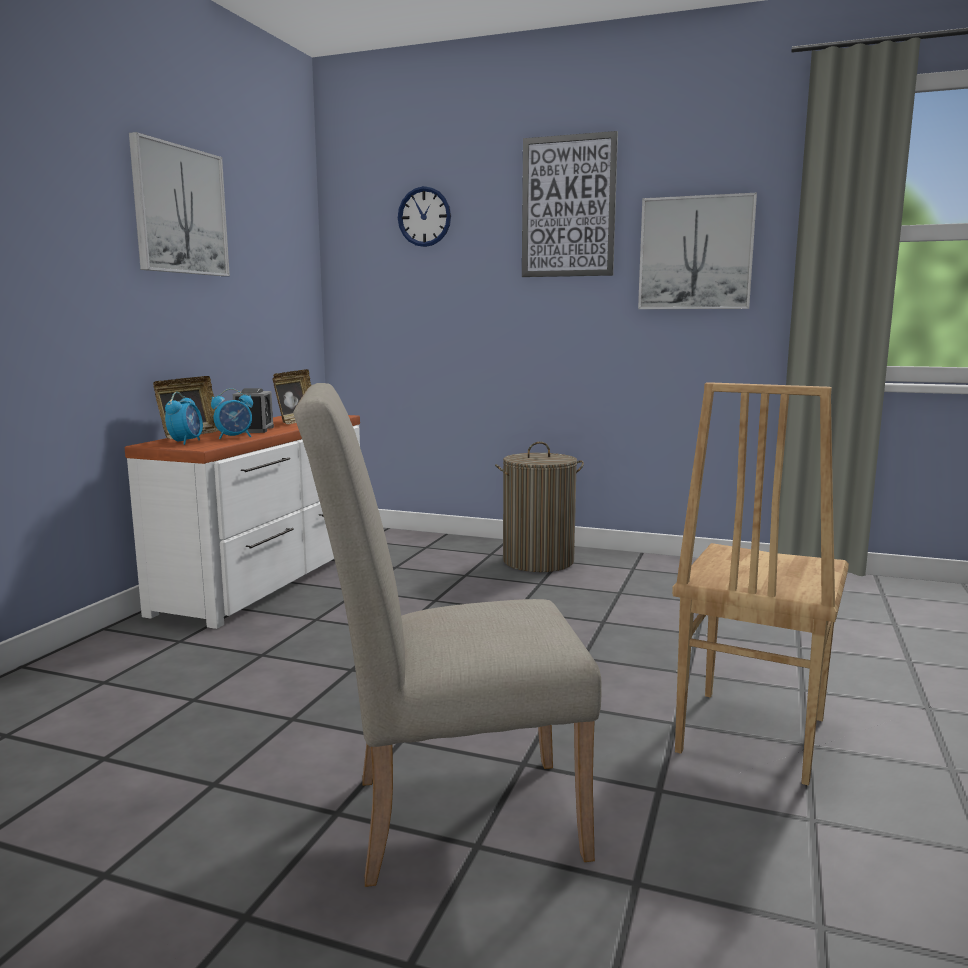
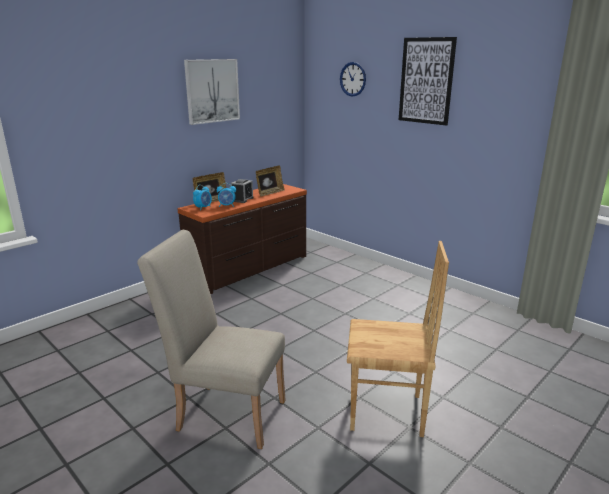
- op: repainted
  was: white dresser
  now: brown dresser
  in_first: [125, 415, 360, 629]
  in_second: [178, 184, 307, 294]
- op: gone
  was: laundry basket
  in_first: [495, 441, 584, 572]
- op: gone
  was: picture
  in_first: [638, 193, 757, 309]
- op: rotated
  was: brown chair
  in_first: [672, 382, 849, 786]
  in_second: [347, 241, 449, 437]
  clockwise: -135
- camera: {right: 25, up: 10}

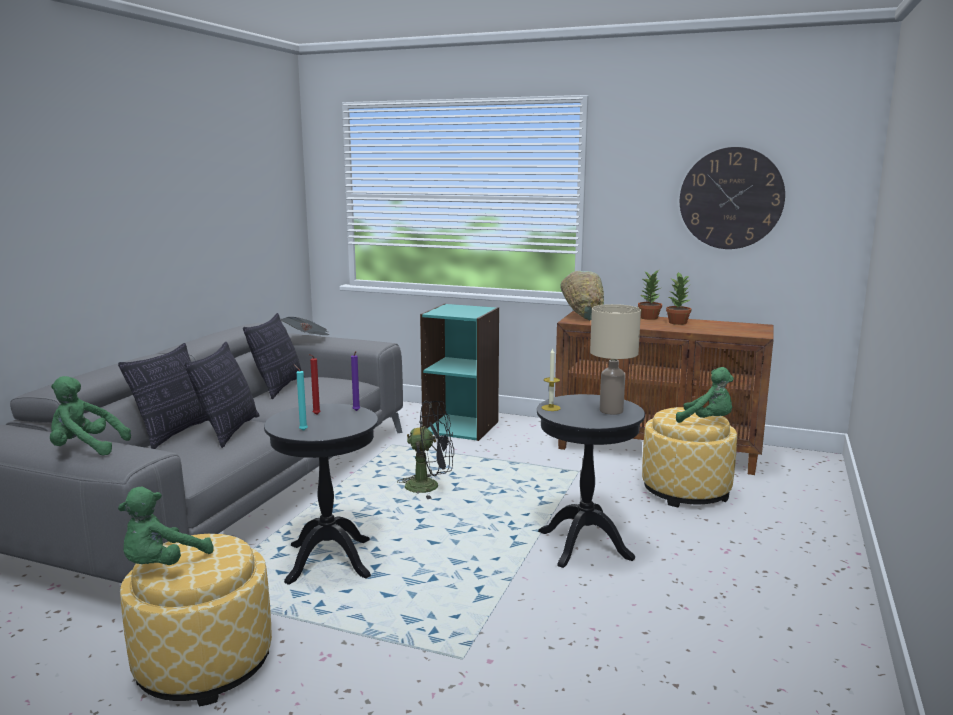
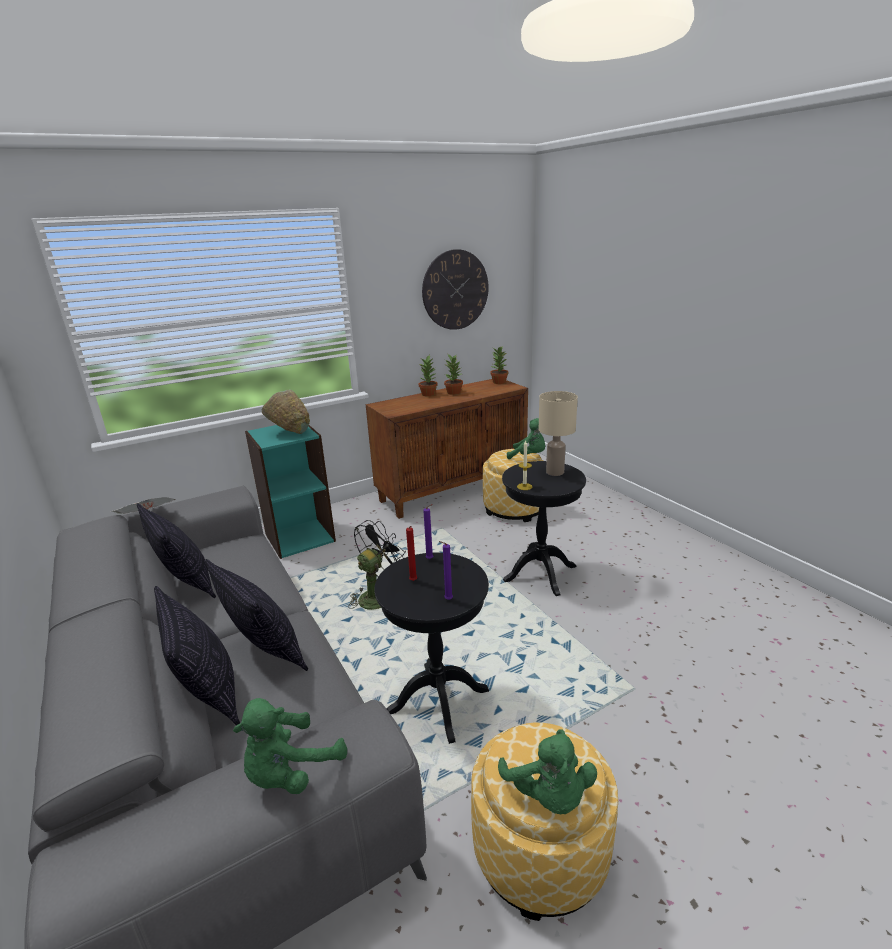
- op: repainted
  was: turquoise candle
  now: purple candle
  in_first: [294, 364, 308, 431]
  in_second: [439, 541, 453, 600]
- op: shifted
  was: green bowl
  in_first: [560, 271, 604, 321]
  in_second: [262, 389, 310, 434]
- op: rotated
  was: green plush toy
  in_first: [676, 367, 734, 423]
  in_second: [507, 418, 545, 459]
  clockwise: 45
- op: new
  now: potted plant
  in_second: [490, 347, 508, 384]
- camera: {right: -50, up: 10}

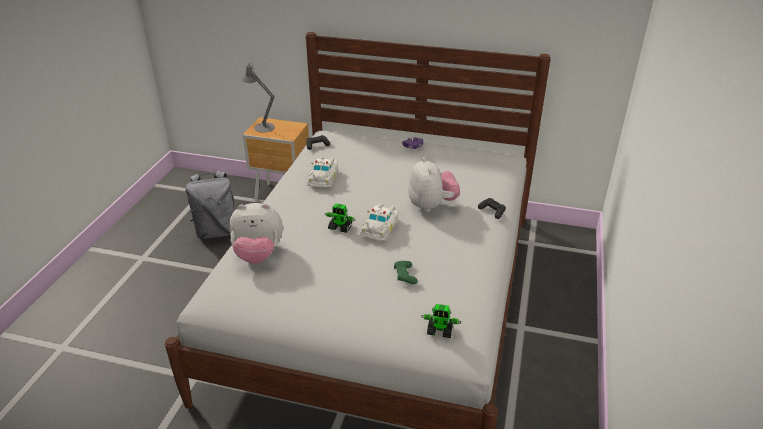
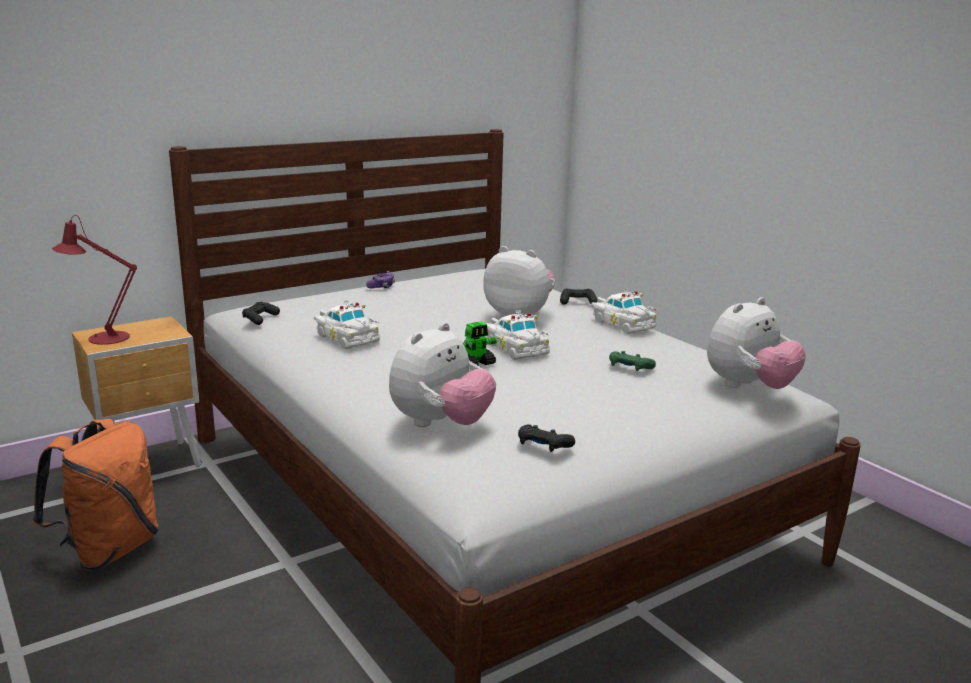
- op: repainted
  was: grey backpack
  now: orange backpack
  in_first: [186, 171, 234, 239]
  in_second: [32, 419, 159, 571]
- op: repainted
  was: grey table lamp
  now: red table lamp
  in_first: [241, 62, 275, 132]
  in_second: [52, 215, 137, 345]
- op: swapped
  was: toy robot
  now: plush toy
  in_first: [421, 304, 461, 338]
  in_second: [707, 297, 806, 389]
- op: new
  now: black game controller
  in_second: [518, 424, 575, 452]
- op: new
  now: white toy car
  in_second: [591, 289, 658, 334]
- camera: {right: -50, up: -15}

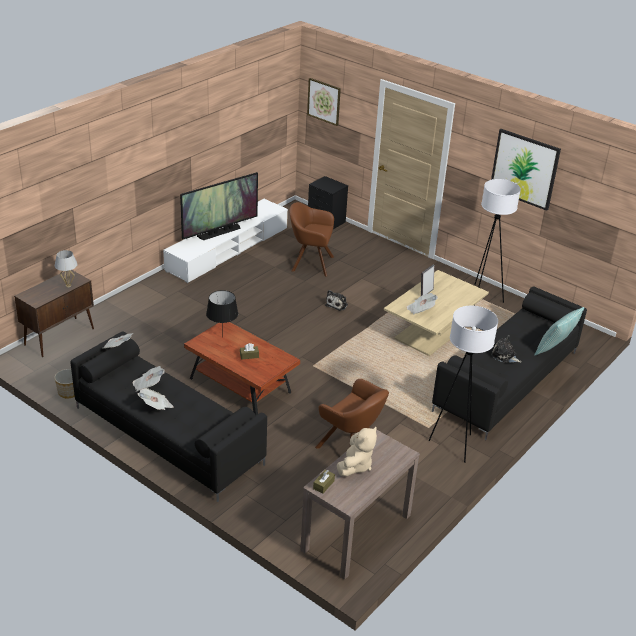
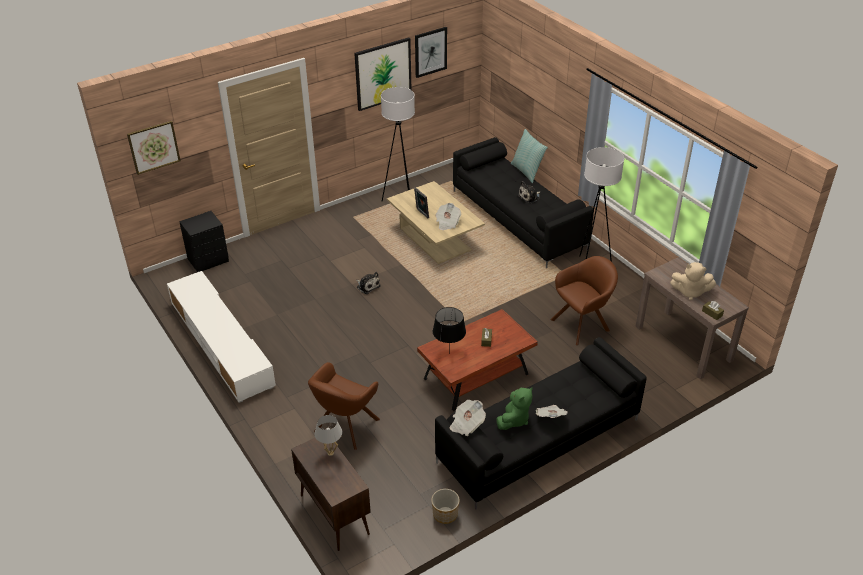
- op: swapped
  was: newspaper
  now: green plush toy
  in_first: [132, 366, 165, 392]
  in_second: [496, 387, 533, 430]
- op: gone
  was: television
  in_first: [180, 172, 258, 240]
- op: shifted
  was: brown armchair
  in_first: [289, 202, 334, 276]
  in_second: [308, 362, 380, 450]
- op: rotated
  was: beige plush toy
  in_first: [337, 427, 377, 476]
  in_second: [670, 262, 716, 300]
  clockwise: 150
- op: new
  now: picture
  in_second: [415, 27, 447, 78]
- camera: {right: -70, up: 5}

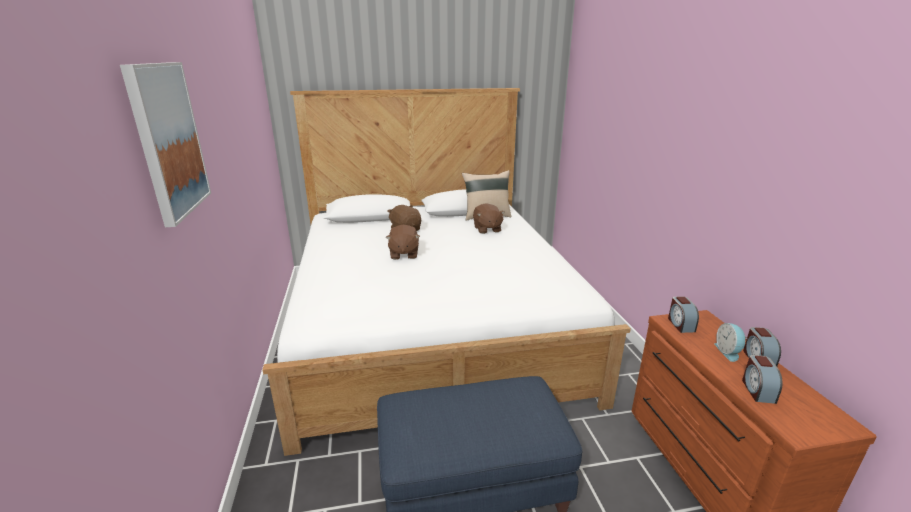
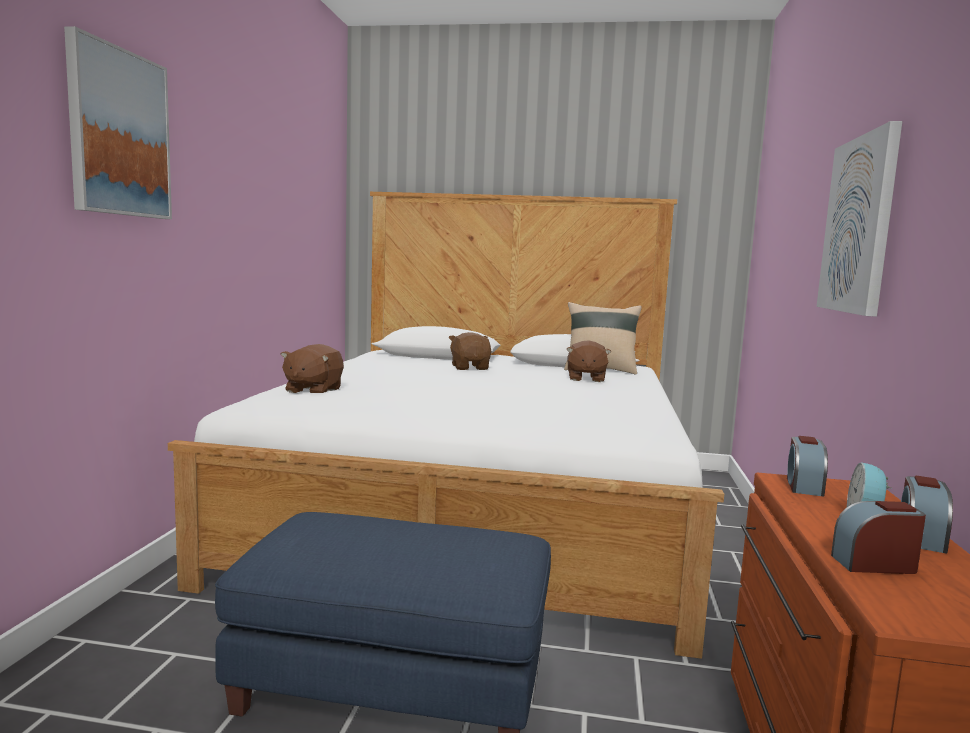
- op: shifted
  was: brown plush toy
  in_first: [386, 225, 420, 260]
  in_second: [281, 344, 344, 393]
- op: rotated
  was: alarm clock
  in_first: [742, 355, 783, 404]
  in_second: [831, 501, 926, 574]
  clockwise: 60
- op: new
  now: picture
  in_second: [816, 121, 902, 317]
- camera: {right: 20, up: -15}

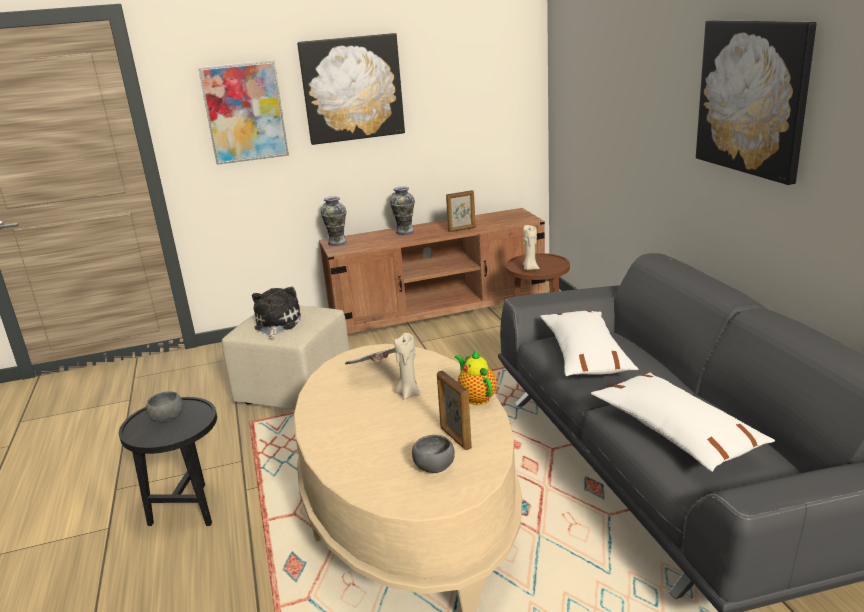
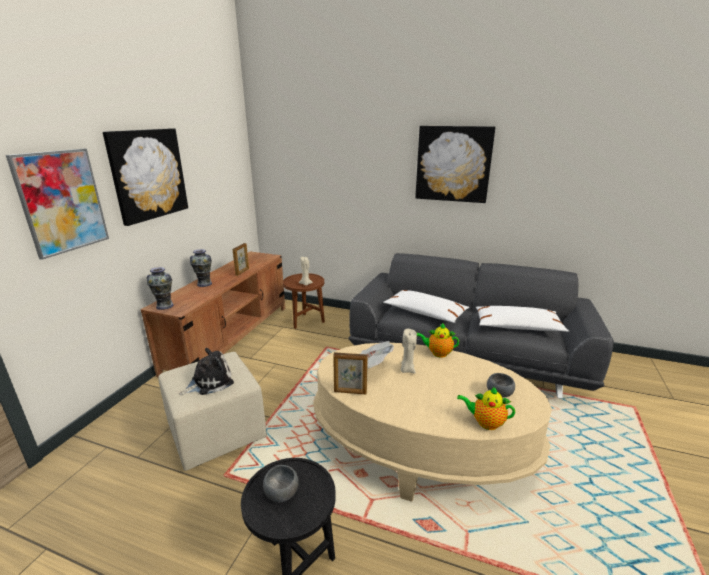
- op: rotated
  was: plush toy
  in_first: [252, 287, 301, 338]
  in_second: [179, 348, 234, 395]
  clockwise: 105
- op: shifted
  was: picture frame
  in_first: [437, 371, 472, 450]
  in_second: [333, 352, 368, 394]
- op: new
  now: teapot
  in_second: [457, 386, 515, 430]
- camera: {right: -55, up: 0}

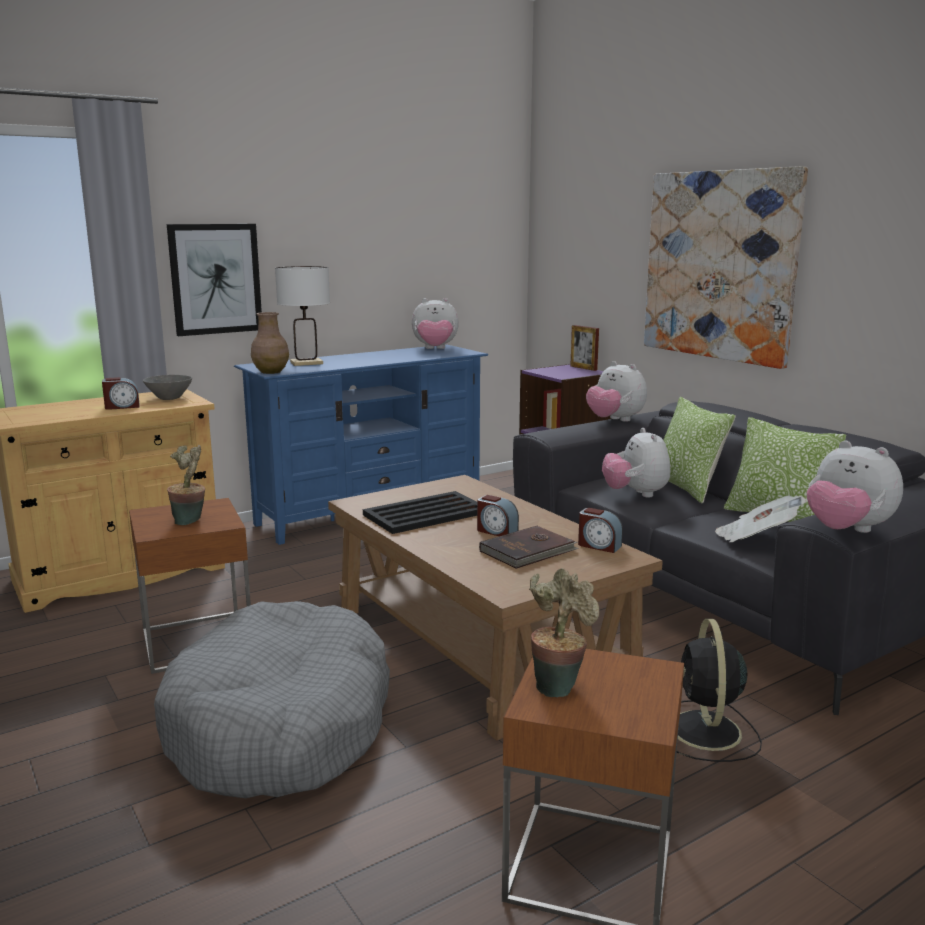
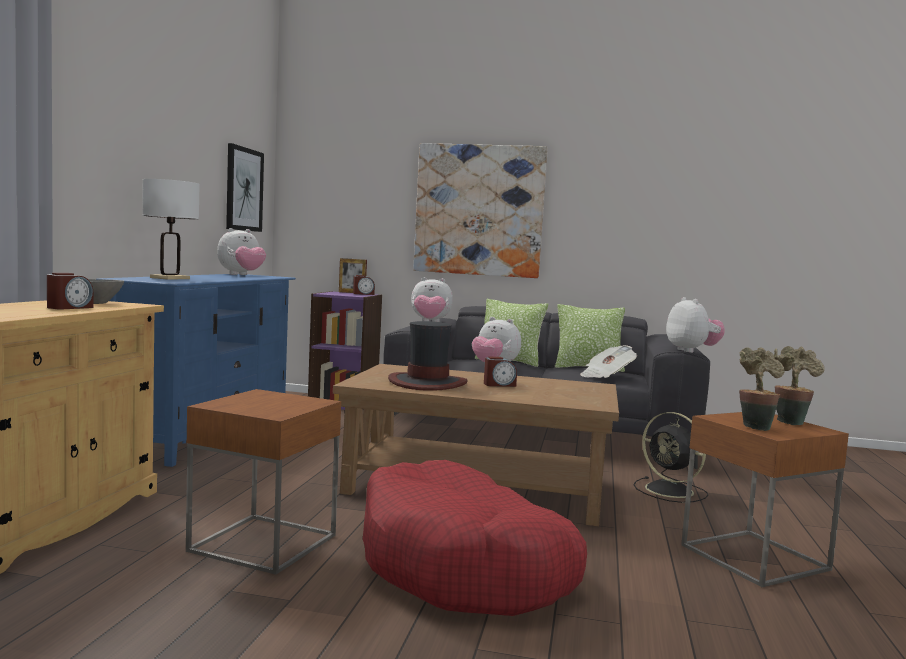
- op: repainted
  was: grey dog bed
  now: red dog bed
  in_first: [154, 601, 390, 798]
  in_second: [363, 460, 587, 616]
- op: shifted
  was: picture
  in_first: [167, 224, 262, 336]
  in_second: [226, 143, 264, 232]
- op: shifted
  was: potted plant
  in_first: [167, 445, 205, 525]
  in_second: [774, 346, 825, 425]
- op: gone
  was: brown vase
  in_first: [251, 312, 289, 374]
- op: swapped
  was: black tray
  now: hat
  in_first: [363, 491, 477, 534]
  in_second: [388, 321, 468, 391]
- op: gone
  was: brown book
  in_first: [479, 526, 579, 569]
- op: shifted
  was: alarm clock
  in_first: [578, 508, 623, 553]
  in_second: [353, 275, 375, 295]
- op: rotated
  was: plush toy
  in_first: [807, 440, 903, 533]
  in_second: [666, 297, 725, 353]
  clockwise: -105
- camera: {right: -45, up: -10}

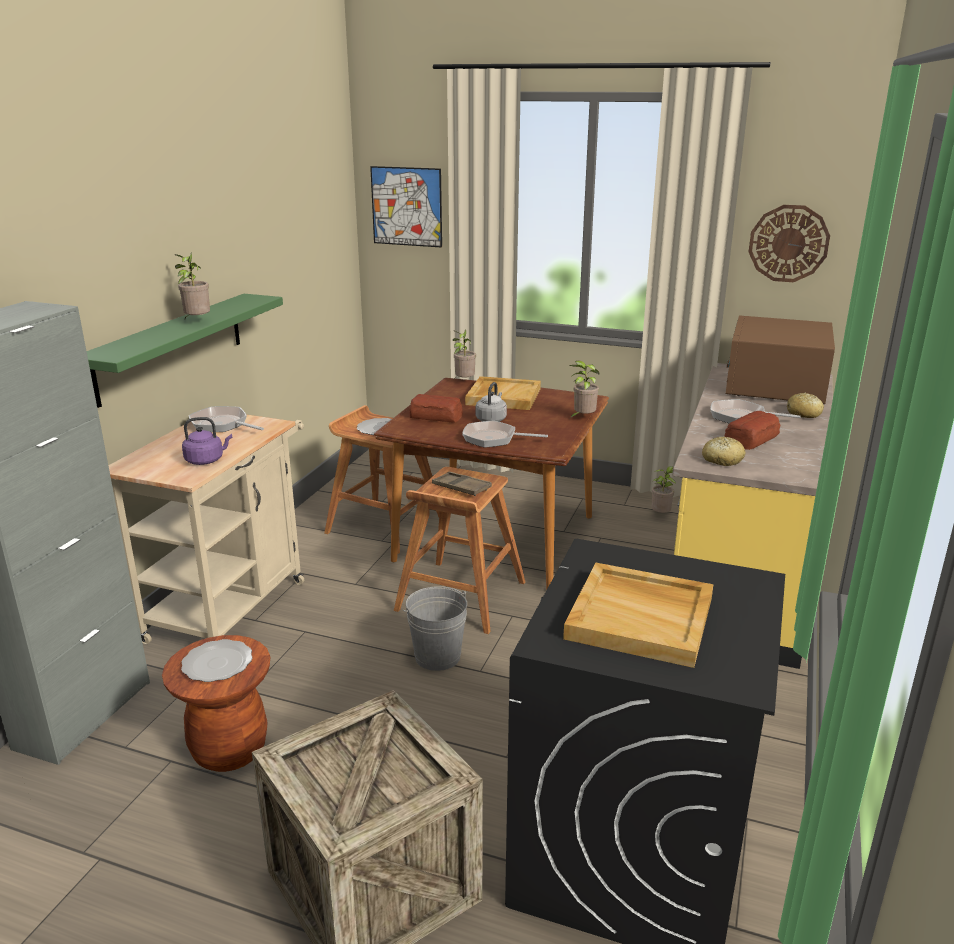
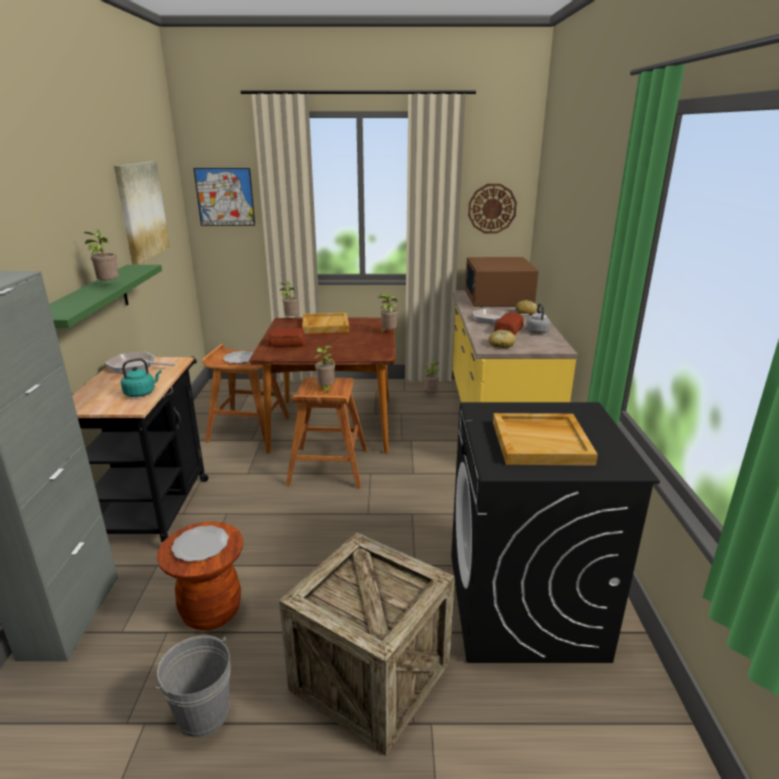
- op: repainted
  was: beige cart
  now: black cart
  in_first: [108, 415, 304, 644]
  in_second: [72, 357, 208, 543]
- op: repainted
  was: purple kettle
  now: turquoise kettle
  in_first: [182, 417, 232, 465]
  in_second: [121, 358, 162, 397]
- op: shifted
  was: grey bucket
  in_first: [403, 586, 467, 671]
  in_second: [155, 635, 231, 737]
- op: swapped
  was: brown tray
  now: potted plant
  in_first: [432, 472, 492, 496]
  in_second: [314, 345, 335, 392]
- op: gone
  was: frying pan
  in_first: [462, 420, 548, 448]
- op: shifted
  was: grey kettle
  in_first: [475, 382, 507, 422]
  in_second: [526, 303, 550, 334]
- op: new
  now: picture
  in_second: [114, 161, 170, 265]
- camera: {right: -20, up: 0}

